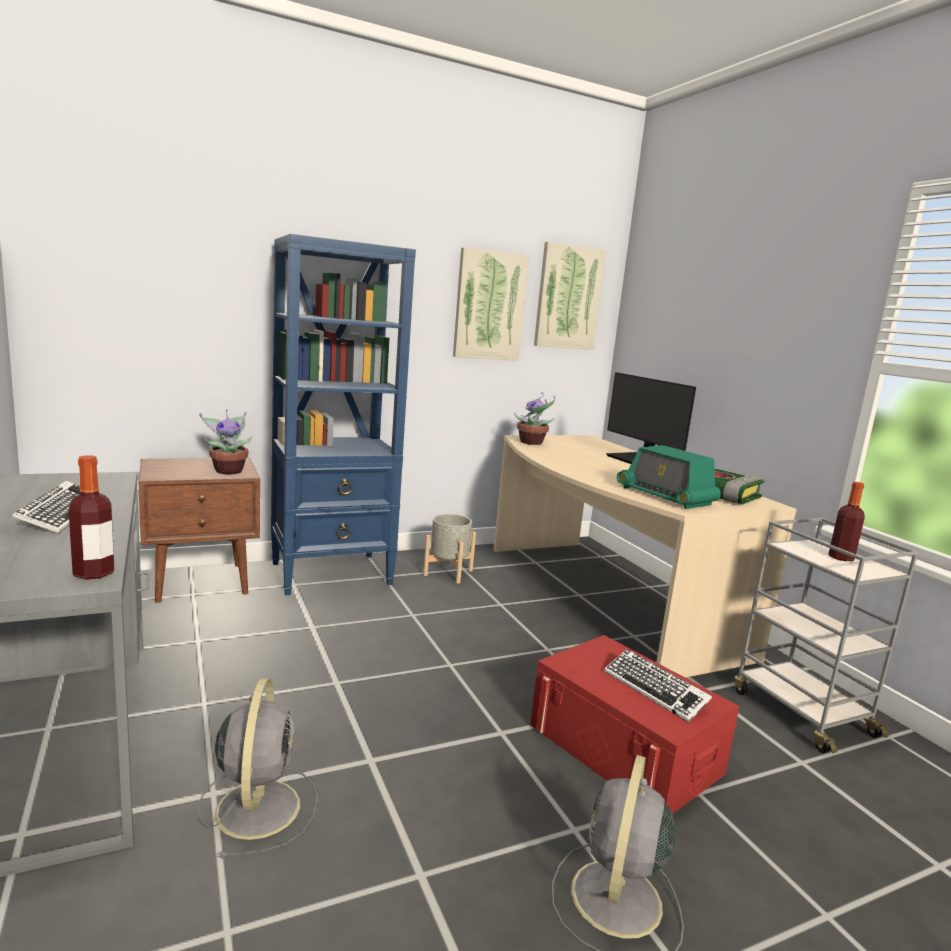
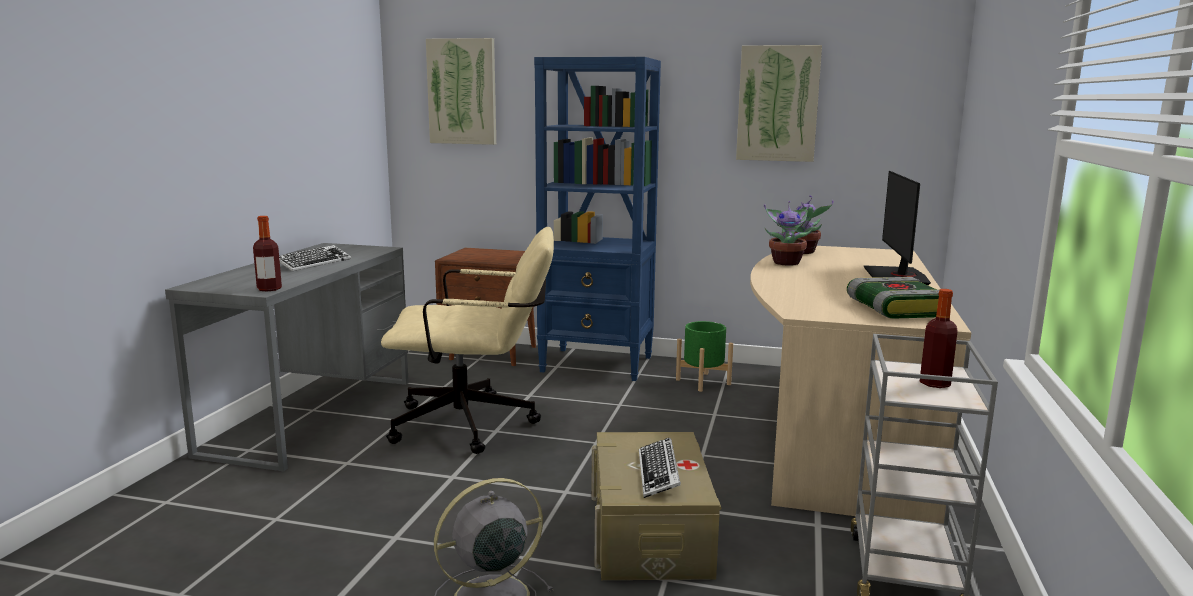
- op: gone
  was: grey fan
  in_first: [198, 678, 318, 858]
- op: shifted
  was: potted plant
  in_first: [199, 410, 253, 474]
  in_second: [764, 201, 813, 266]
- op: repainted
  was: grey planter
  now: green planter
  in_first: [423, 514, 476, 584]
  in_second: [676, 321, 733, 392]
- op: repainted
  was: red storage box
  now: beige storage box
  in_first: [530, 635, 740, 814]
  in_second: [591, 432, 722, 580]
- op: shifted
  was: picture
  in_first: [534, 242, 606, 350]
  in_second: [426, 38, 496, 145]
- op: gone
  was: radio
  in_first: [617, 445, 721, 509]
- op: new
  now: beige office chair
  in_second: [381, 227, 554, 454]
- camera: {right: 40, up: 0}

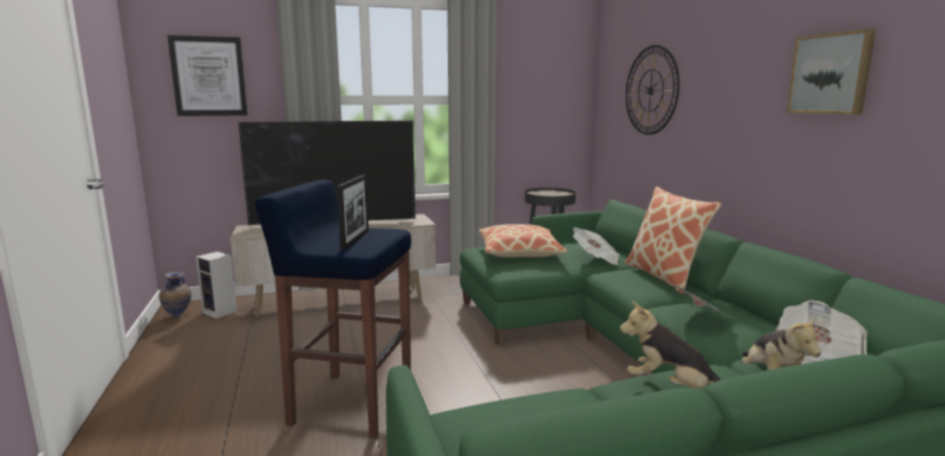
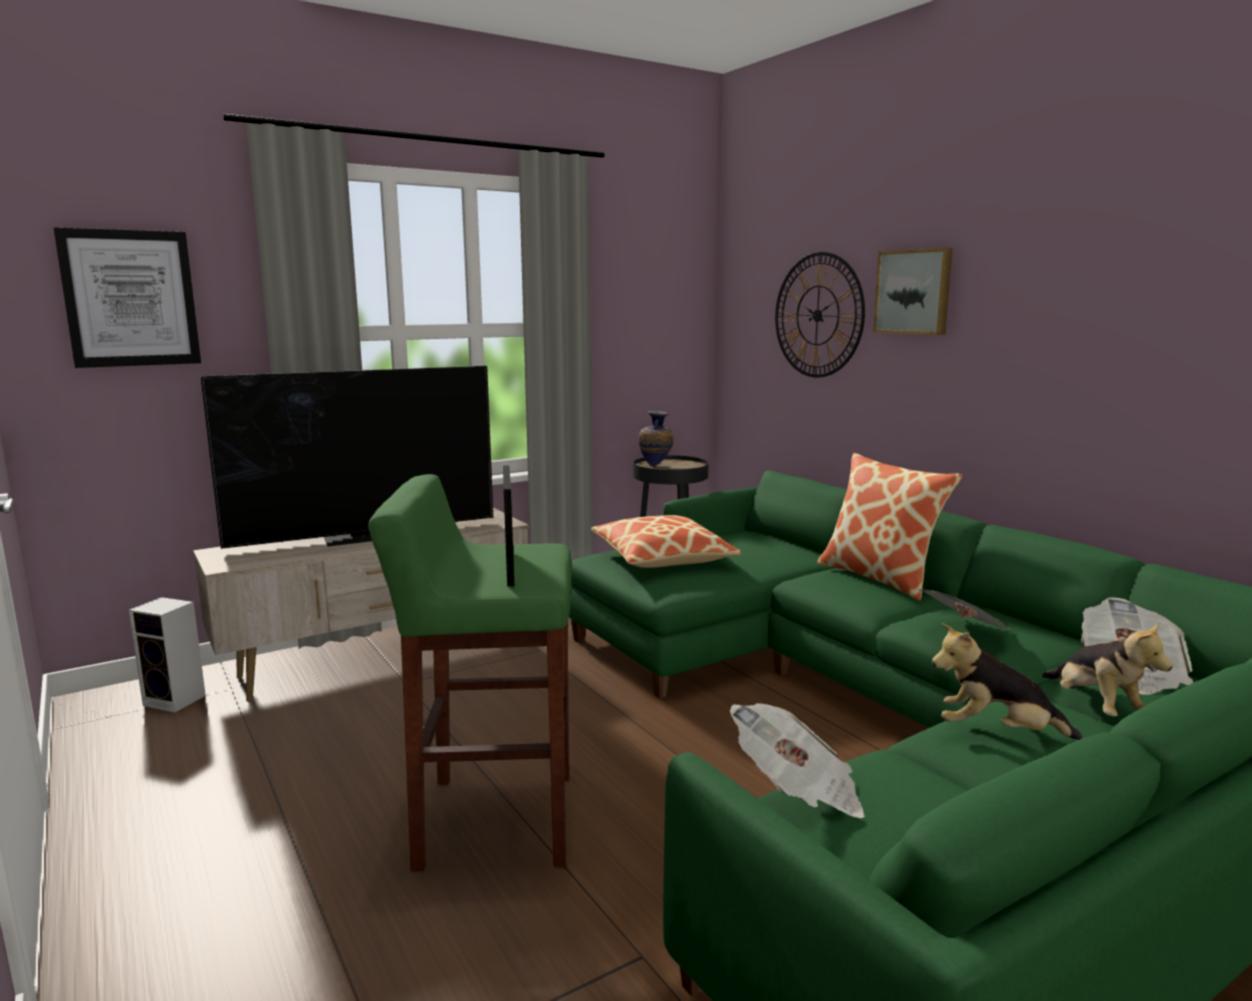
- op: shifted
  was: vase
  in_first: [159, 272, 191, 317]
  in_second: [639, 411, 674, 466]
- op: repainted
  was: blue stool
  now: green stool
  in_first: [255, 180, 411, 438]
  in_second: [368, 474, 572, 871]
- op: shifted
  was: newspaper
  in_first: [573, 228, 620, 265]
  in_second: [730, 703, 865, 818]
- op: shifted
  was: picture
  in_first: [786, 29, 876, 115]
  in_second: [873, 248, 953, 335]
- camera: {right: -15, up: 0}

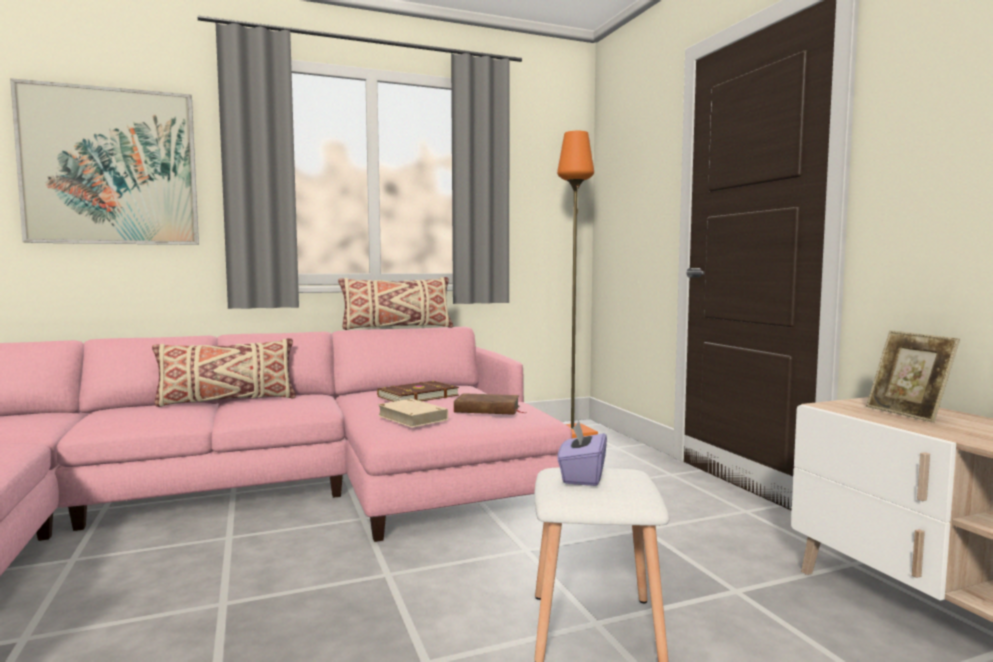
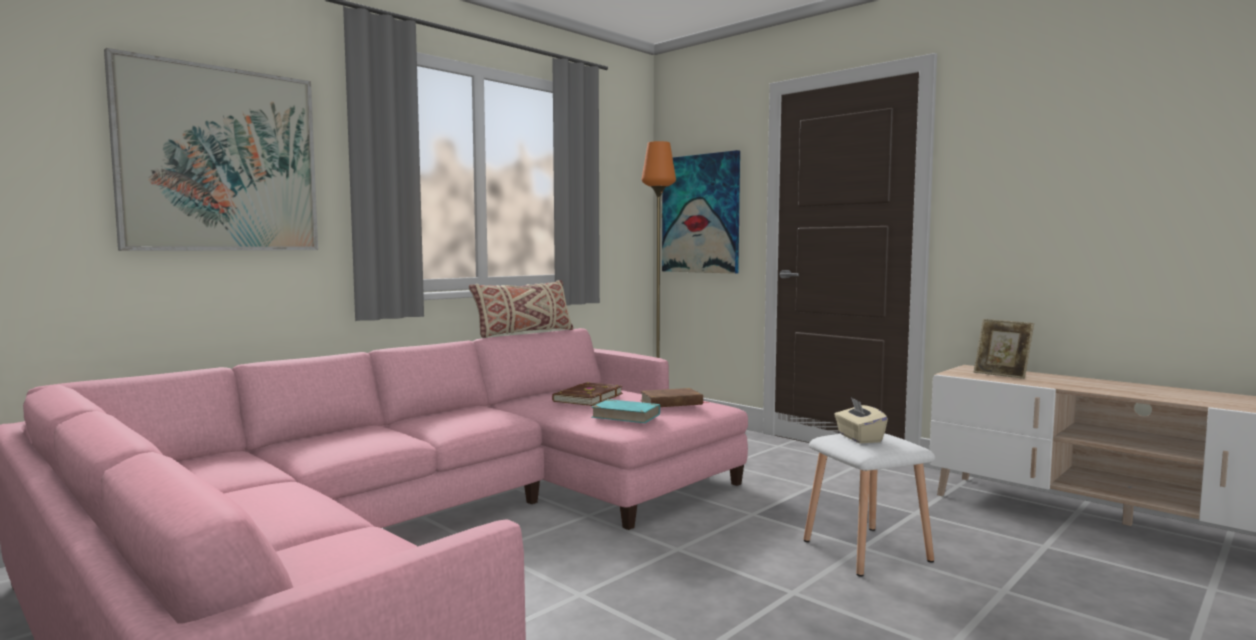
- op: gone
  was: beige pillow
  in_first: [152, 338, 296, 407]
- op: repainted
  was: beige book
  now: turquoise book
  in_first: [377, 399, 448, 428]
  in_second: [591, 399, 660, 423]
- op: repainted
  was: purple tissue box
  now: beige tissue box
  in_first: [558, 421, 607, 486]
  in_second: [834, 397, 888, 443]
- op: new
  now: picture
  in_second: [662, 150, 740, 274]
- camera: {right: -25, up: 0}

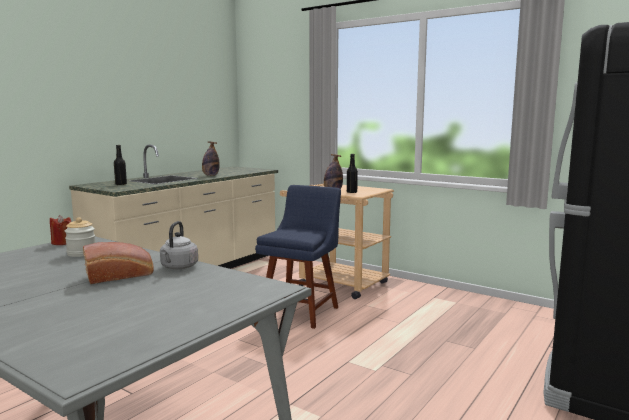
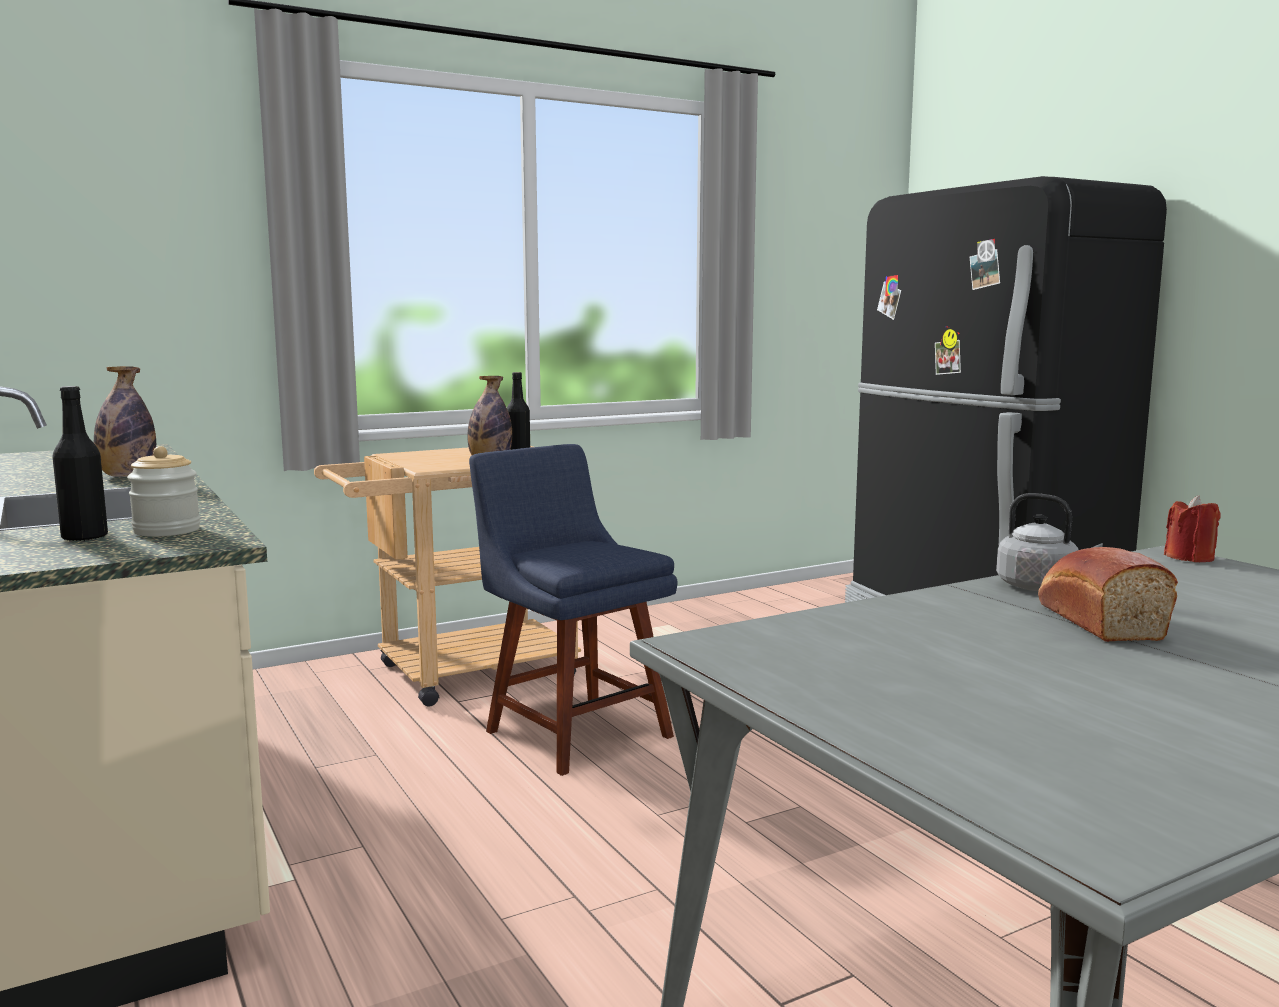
- op: shifted
  was: red candle
  in_first: [50, 215, 71, 245]
  in_second: [1164, 495, 1221, 562]
- op: shifted
  was: jar
  in_first: [65, 217, 95, 257]
  in_second: [127, 446, 200, 537]
- camera: {right: -65, up: 0}

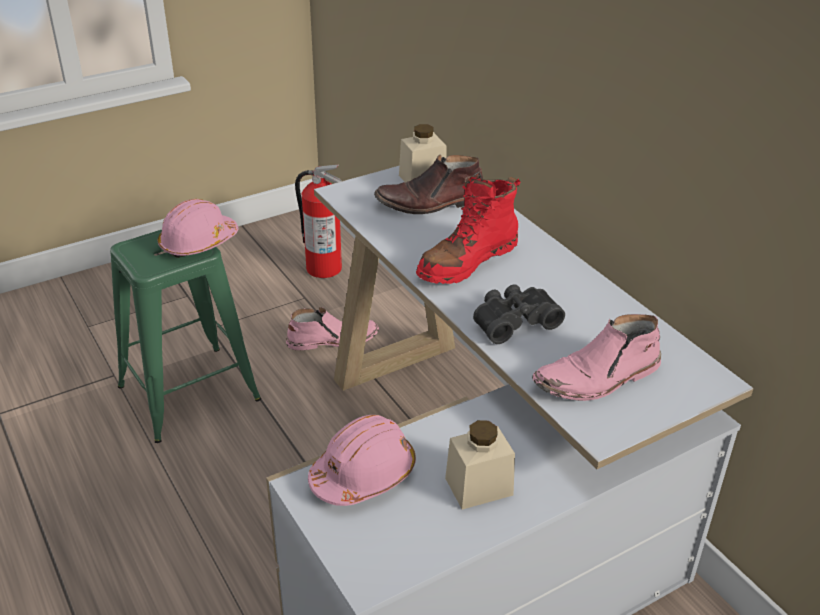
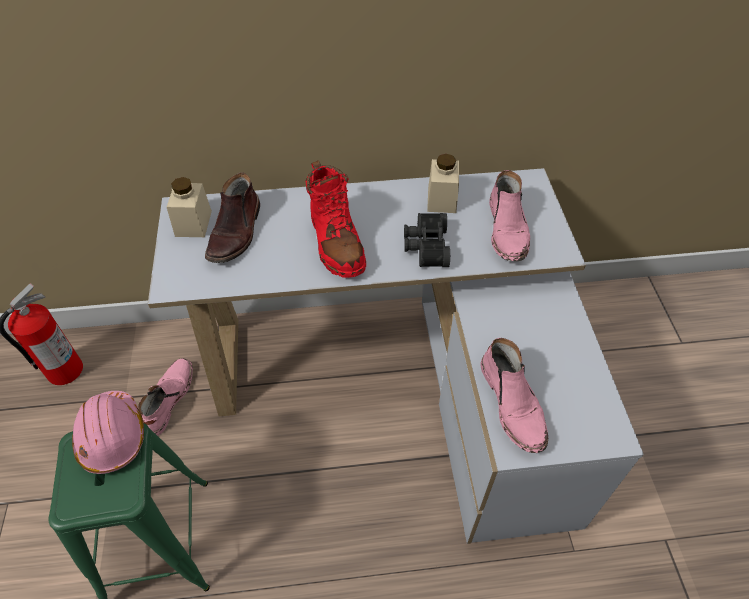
- op: swapped
  was: pink hard hat
  now: pink boot
  in_first: [308, 415, 416, 506]
  in_second: [480, 338, 548, 453]
- op: shifted
  was: beige jar
  in_first: [445, 420, 515, 509]
  in_second: [427, 154, 459, 213]
- camera: {right: -65, up: 15}

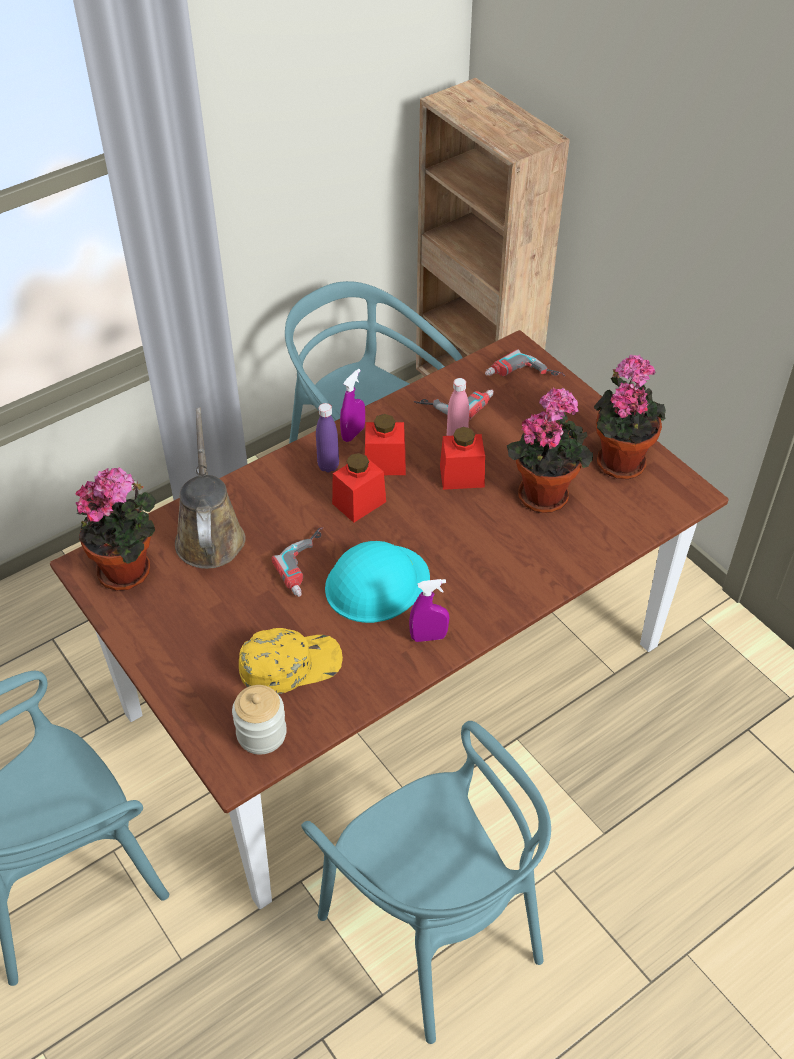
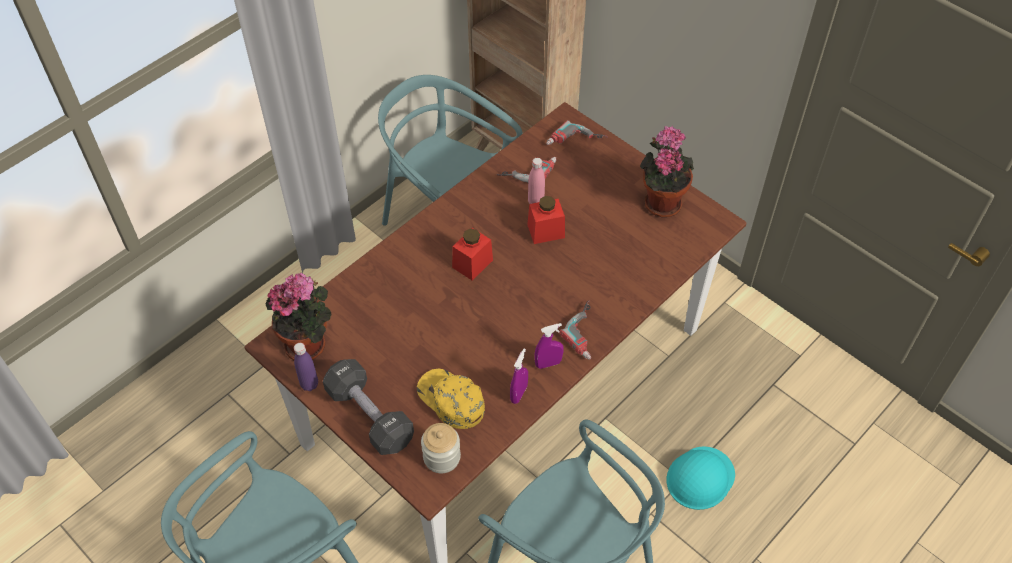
- op: gone
  was: brown watering can
  in_first: [175, 408, 246, 569]
- op: rotated
  was: yellow cap
  in_first: [239, 628, 343, 694]
  in_second: [417, 369, 485, 429]
  clockwise: -105
- op: shifted
  was: power drill
  in_first: [272, 527, 323, 597]
  in_second: [559, 300, 591, 360]
- op: shifted
  was: purple bottle
  in_first: [316, 403, 339, 473]
  in_second: [294, 343, 318, 391]
- op: shifted
  was: turquoise hard hat
  in_first: [325, 541, 430, 623]
  in_second: [667, 447, 735, 510]
- op: shifted
  was: purple spray bottle
  in_first: [340, 369, 365, 442]
  in_second: [510, 349, 528, 404]
- op: gone
  was: red jar
  in_first: [365, 414, 406, 475]
- op: gone
  was: potted plant
  in_first: [507, 387, 593, 513]
- op: new
  now: black dumbbell
  in_second: [323, 359, 414, 455]
- camera: {right: -10, up: 5}

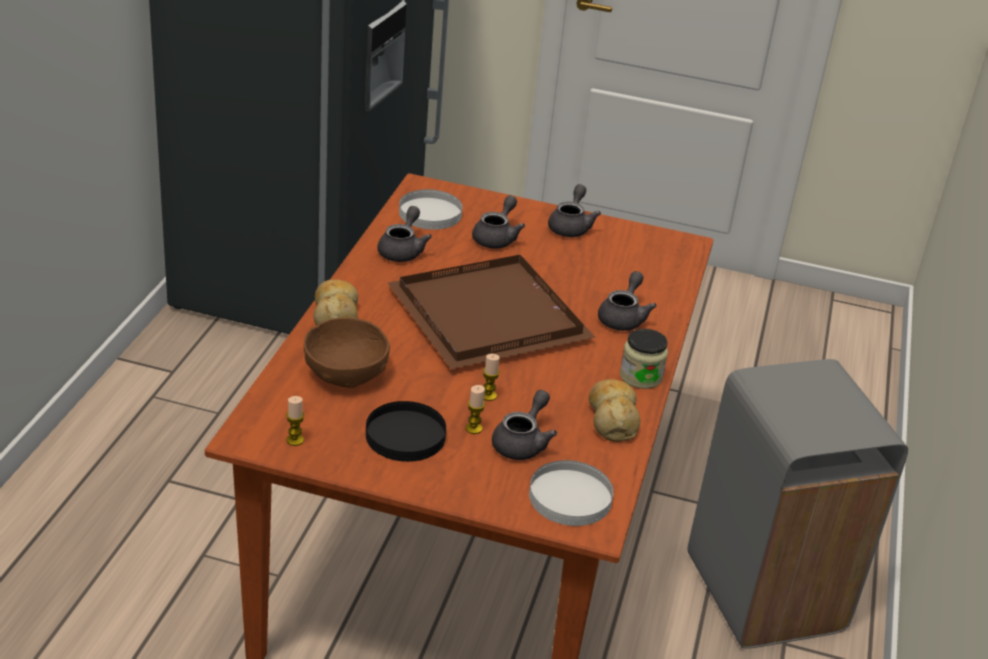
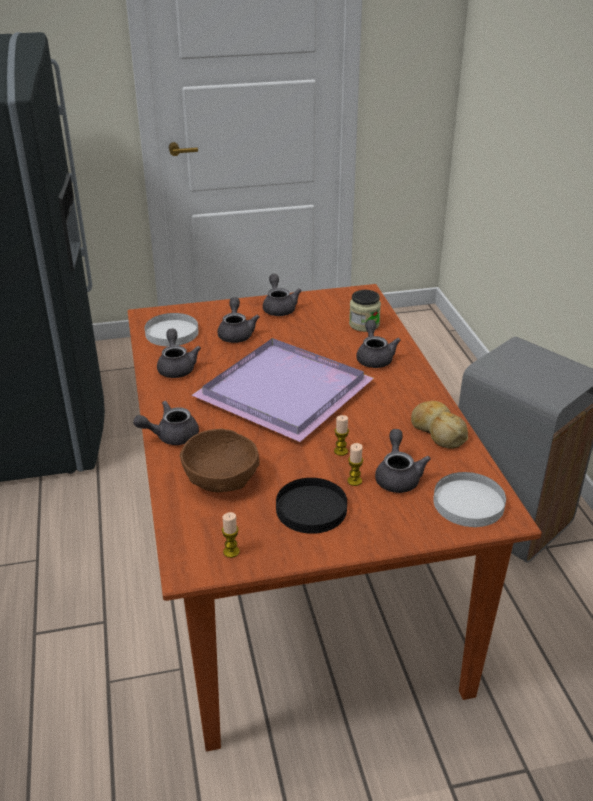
- op: swapped
  was: bread
  now: grey teapot
  in_first: [314, 279, 358, 326]
  in_second: [133, 401, 199, 445]
- op: repainted
  was: brown tray
  now: purple tray
  in_first: [388, 255, 595, 369]
  in_second: [192, 338, 374, 442]
- op: shifted
  was: jar
  in_first: [620, 329, 668, 389]
  in_second: [349, 290, 381, 332]
- camera: {right: -25, up: 0}

